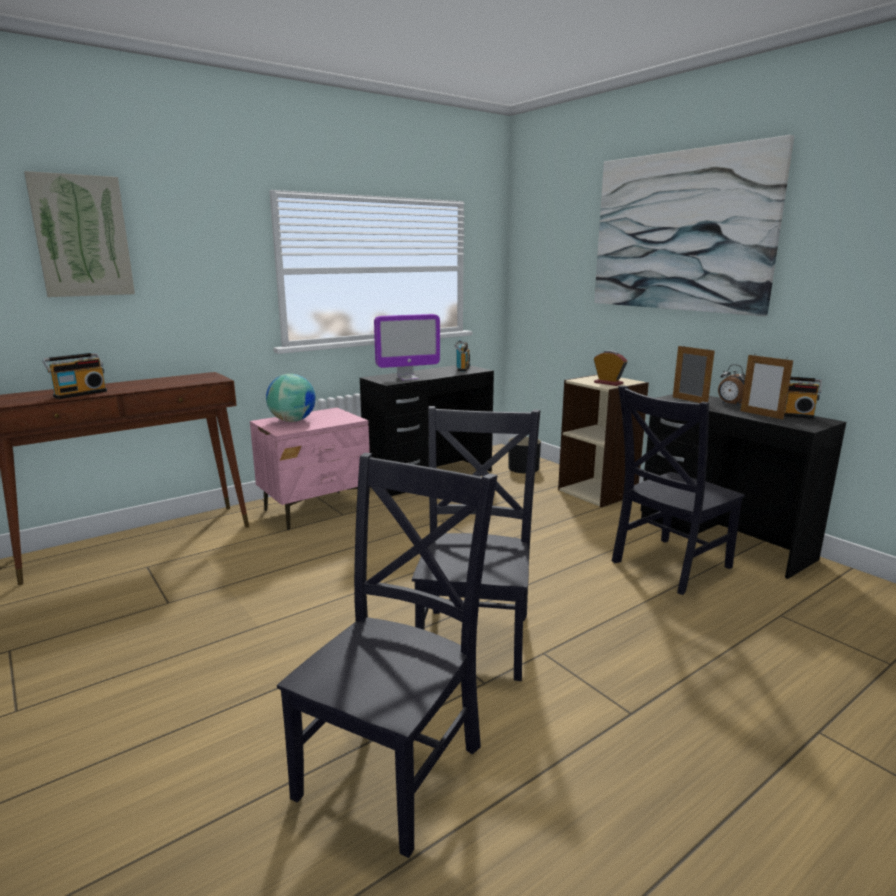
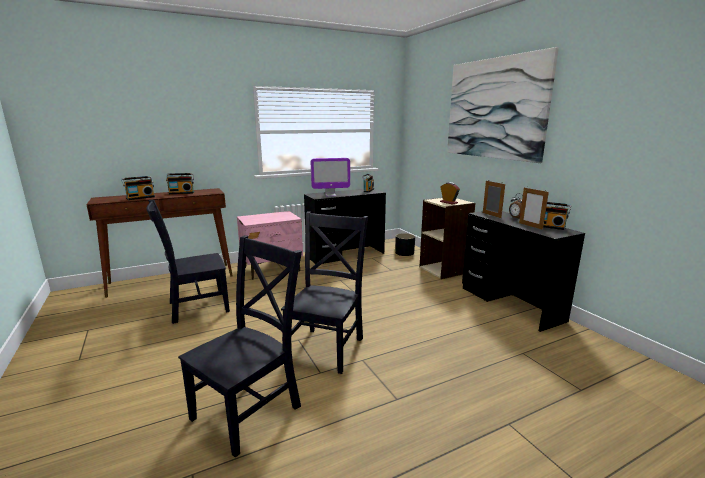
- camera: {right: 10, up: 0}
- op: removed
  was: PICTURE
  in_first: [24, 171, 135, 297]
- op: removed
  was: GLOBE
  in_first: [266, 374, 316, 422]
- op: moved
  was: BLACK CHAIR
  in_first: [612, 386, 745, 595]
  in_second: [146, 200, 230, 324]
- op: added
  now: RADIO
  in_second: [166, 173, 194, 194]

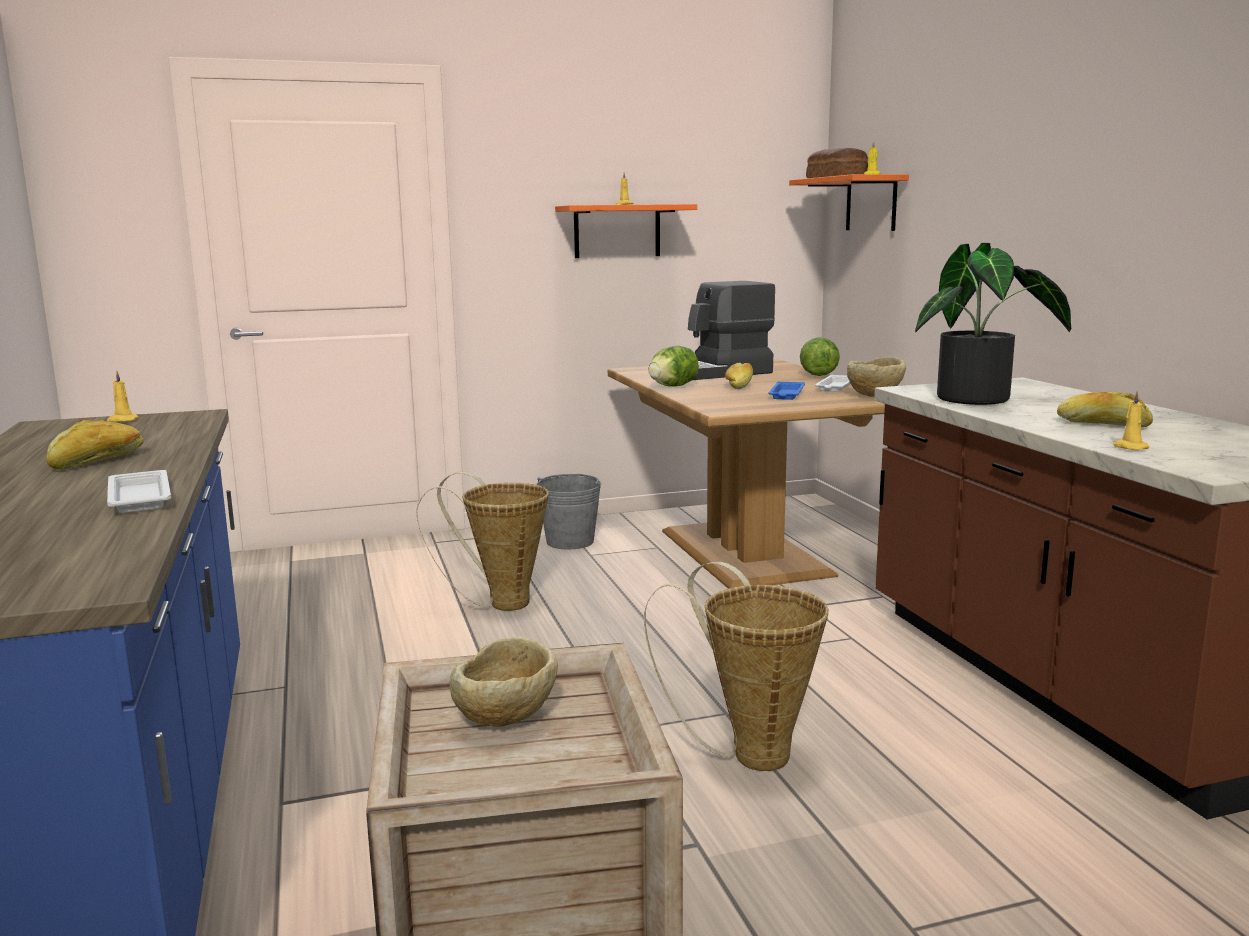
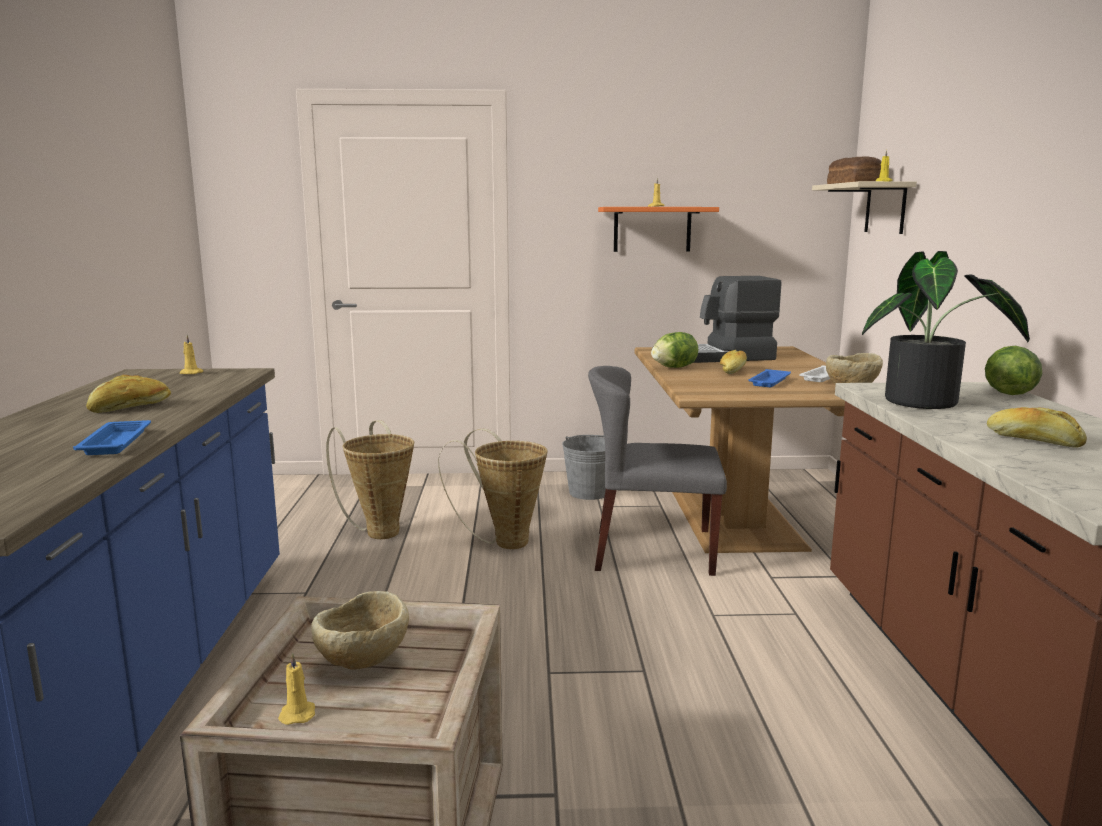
- camera: {right: 15, up: 0}
- op: recoloured
  was: WHITE TRAY
  now: BLUE TRAY
  in_first: [107, 470, 171, 513]
  in_second: [73, 420, 151, 455]
- op: moved
  was: BASKET
  in_first: [644, 562, 828, 771]
  in_second: [326, 420, 414, 539]
- op: recoloured
  was: ORANGE SHELF
  now: BEIGE SHELF
  in_first: [789, 174, 909, 231]
  in_second: [812, 181, 917, 234]
- op: moved
  was: LETTUCE
  in_first: [800, 337, 840, 376]
  in_second: [985, 346, 1042, 395]
- op: moved
  was: YELLOW CANDLE
  in_first: [1113, 391, 1149, 450]
  in_second: [278, 653, 315, 725]
- op: added
  now: GREY CHAIR
  in_second: [588, 366, 727, 576]

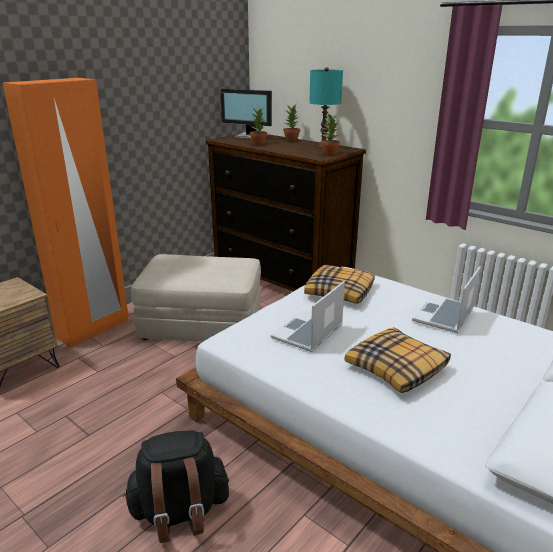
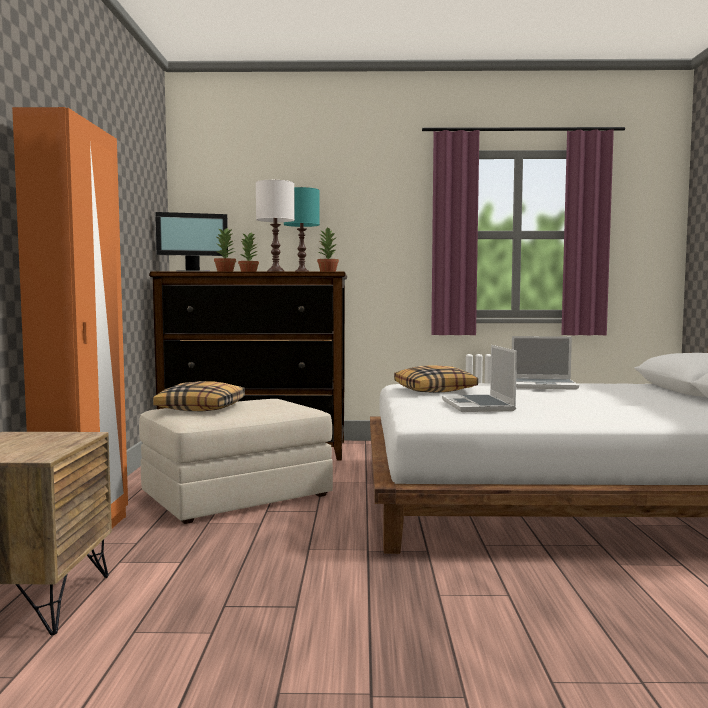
- camera: {right: -40, up: -20}
- op: removed
  was: BLACK BACKPACK
  in_first: [123, 430, 229, 543]
- op: moved
  was: PILLOW
  in_first: [345, 327, 451, 393]
  in_second: [153, 381, 245, 411]
- op: turned
  was: LAPTOP
  in_first: [412, 266, 481, 333]
  in_second: [512, 336, 579, 390]
  clockwise: -75
- op: added
  now: WHITE TABLE LAMP
  in_second: [256, 179, 295, 272]

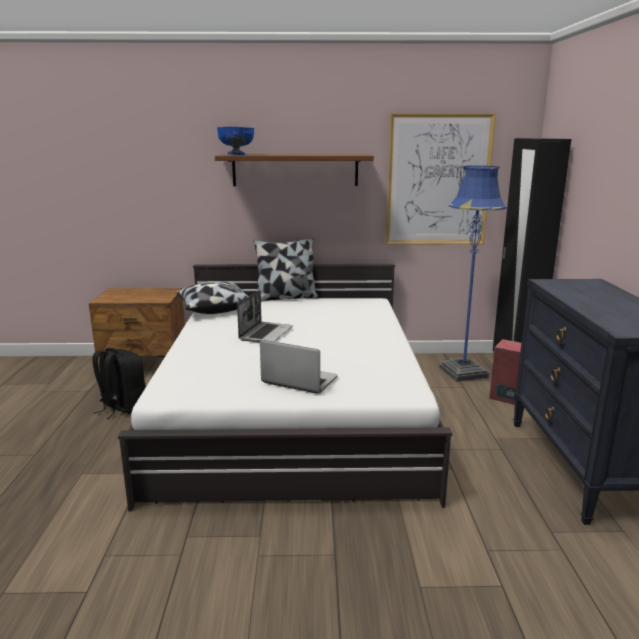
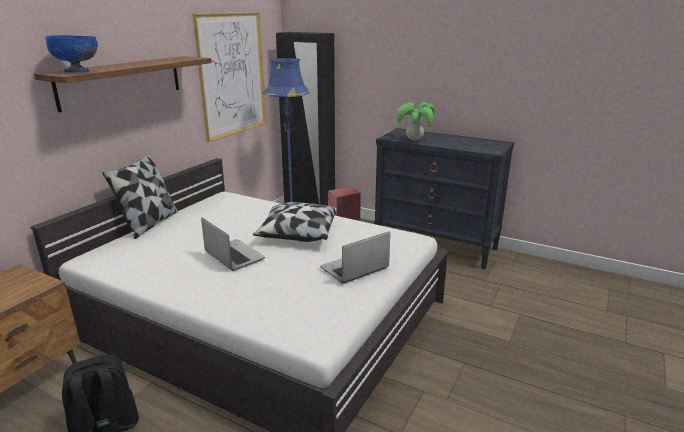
- camera: {right: -60, up: 5}
- op: moved
  was: PILLOW
  in_first: [176, 281, 249, 314]
  in_second: [253, 202, 337, 242]
- op: added
  now: POTTED PLANT
  in_second: [397, 102, 435, 141]

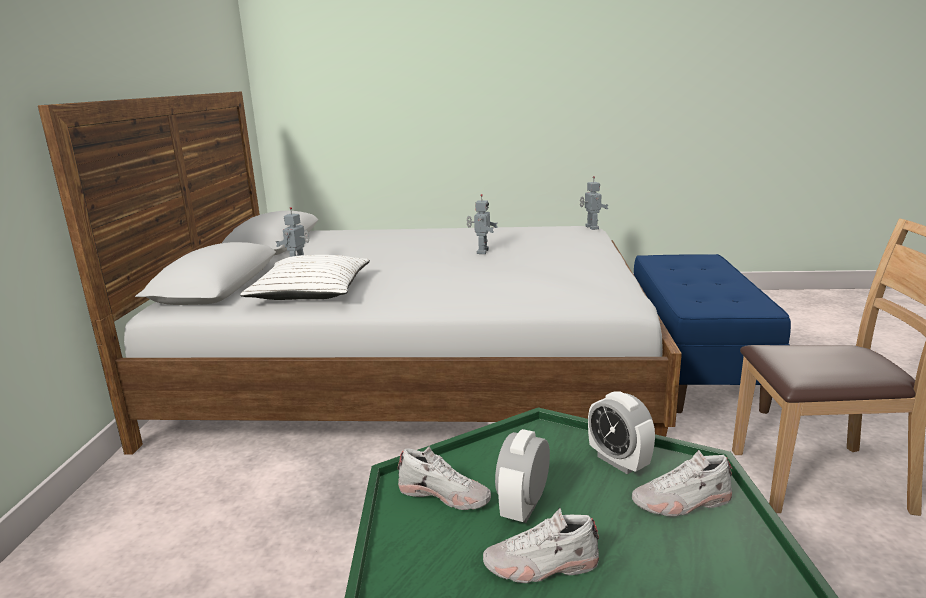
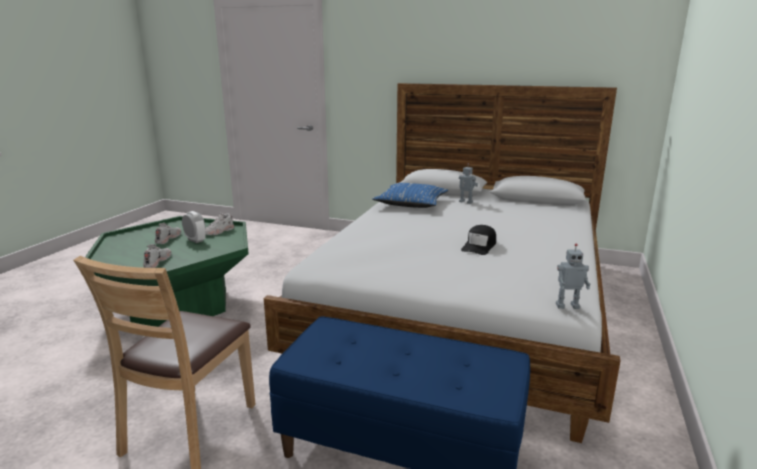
- camera: {right: 105, up: 0}
- op: recoloured
  was: WHITE PILLOW
  now: BLUE PILLOW
  in_first: [240, 255, 370, 300]
  in_second: [373, 183, 448, 208]
- op: replaced
  was: TOY ROBOT
  now: BLACK CAP
  in_first: [467, 194, 498, 254]
  in_second: [461, 225, 496, 255]
- op: removed
  was: ALARM CLOCK
  in_first: [588, 391, 655, 474]

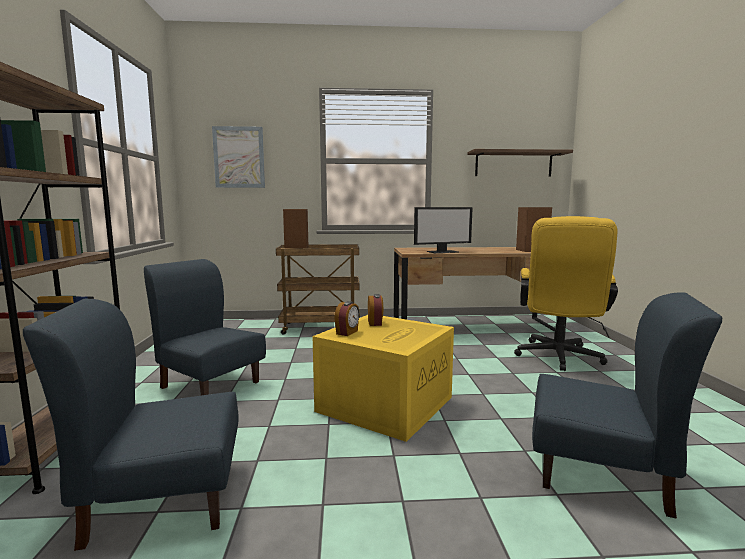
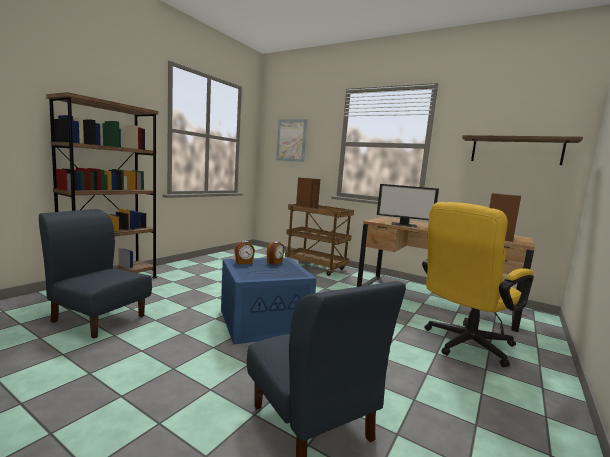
- camera: {right: 35, up: 0}
- op: removed
  was: BLUE CHAIR
  in_first: [144, 259, 266, 396]
- op: recoloured
  was: YELLOW STORAGE BOX
  now: BLUE STORAGE BOX
  in_first: [313, 315, 454, 442]
  in_second: [221, 257, 317, 345]

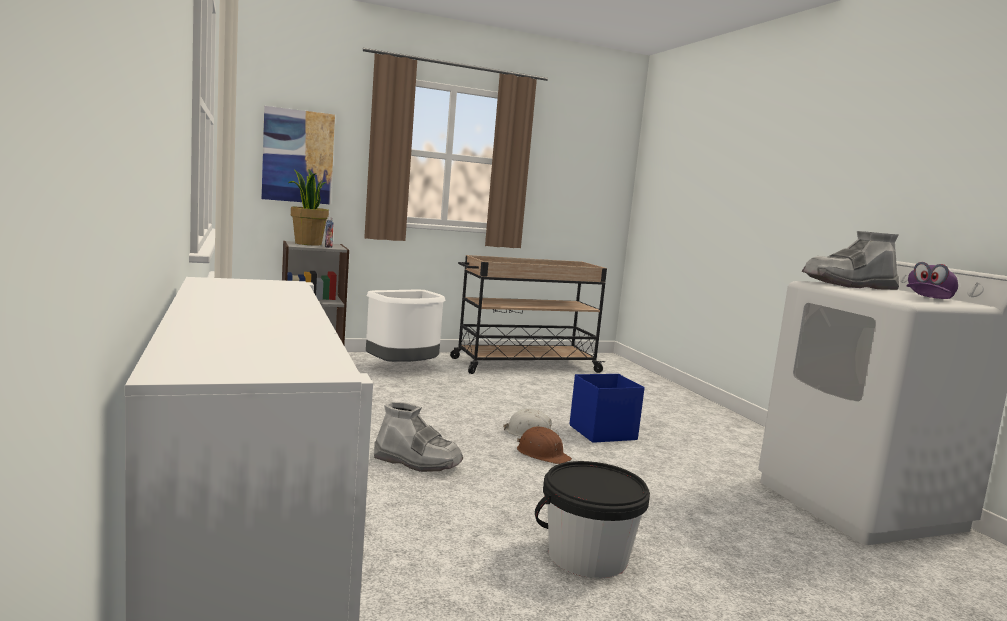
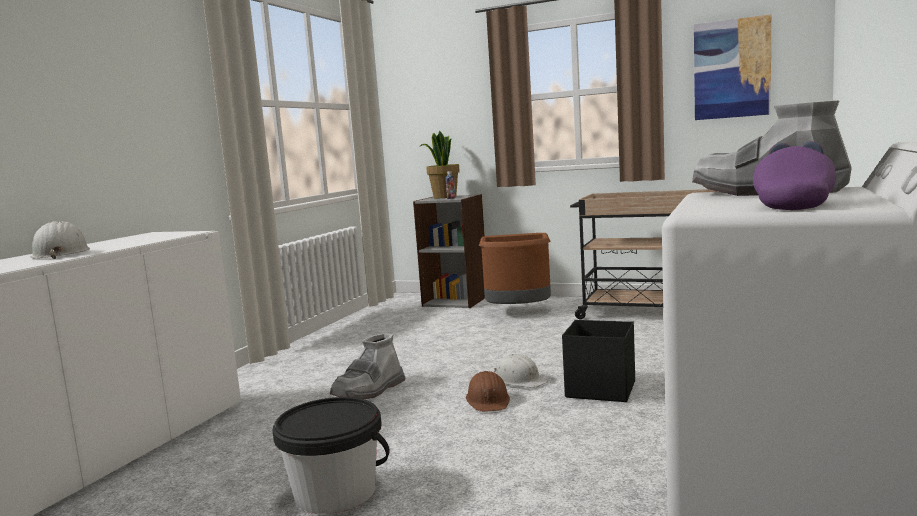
- camera: {right: 45, up: 0}
- op: moved
  was: PICTURE
  in_first: [262, 106, 335, 205]
  in_second: [694, 14, 771, 120]
- op: recoloured
  was: WHITE TRASH CAN
  now: BROWN TRASH CAN
  in_first: [366, 289, 445, 362]
  in_second: [479, 233, 551, 304]
- op: turned
  was: GREY BOOT
  in_first: [374, 402, 463, 472]
  in_second: [330, 333, 405, 399]
  clockwise: 60
- op: recoloured
  was: BLUE STORAGE BOX
  now: BLACK STORAGE BOX
  in_first: [570, 374, 645, 443]
  in_second: [562, 320, 635, 402]
- op: turned
  was: PURPLE CAP
  in_first: [906, 262, 958, 299]
  in_second: [753, 141, 836, 210]
  clockwise: 120
- op: added
  now: WHITE HARD HAT
  in_second: [31, 221, 90, 259]

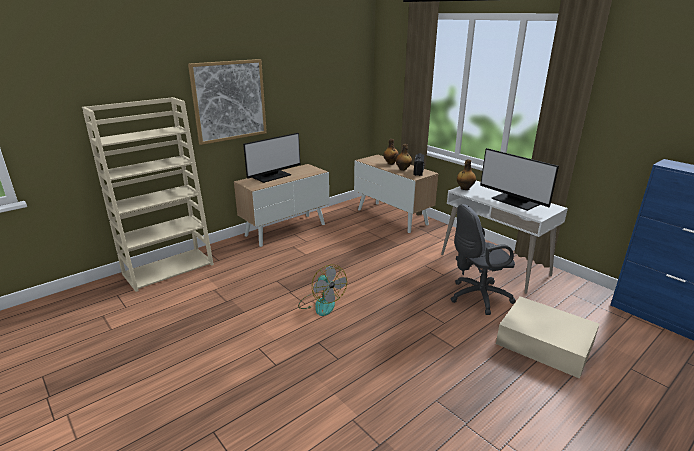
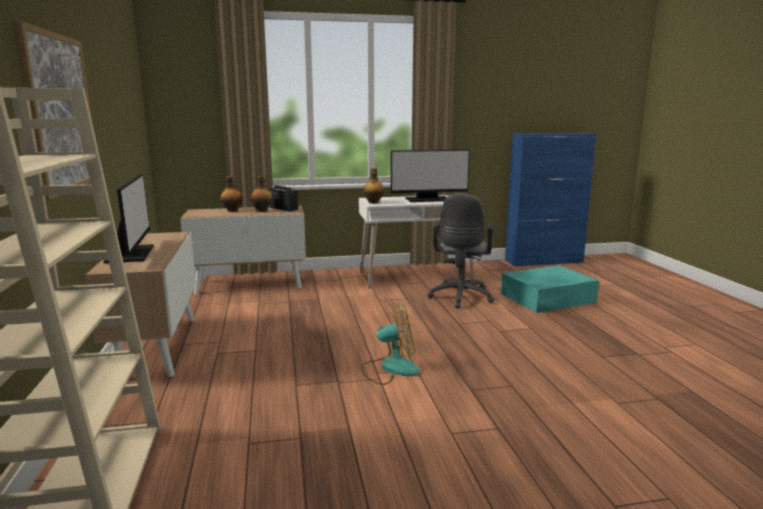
- camera: {right: -60, up: -10}
- op: recoloured
  was: BEIGE STORAGE BOX
  now: TURQUOISE STORAGE BOX
  in_first: [496, 296, 599, 379]
  in_second: [501, 265, 599, 313]

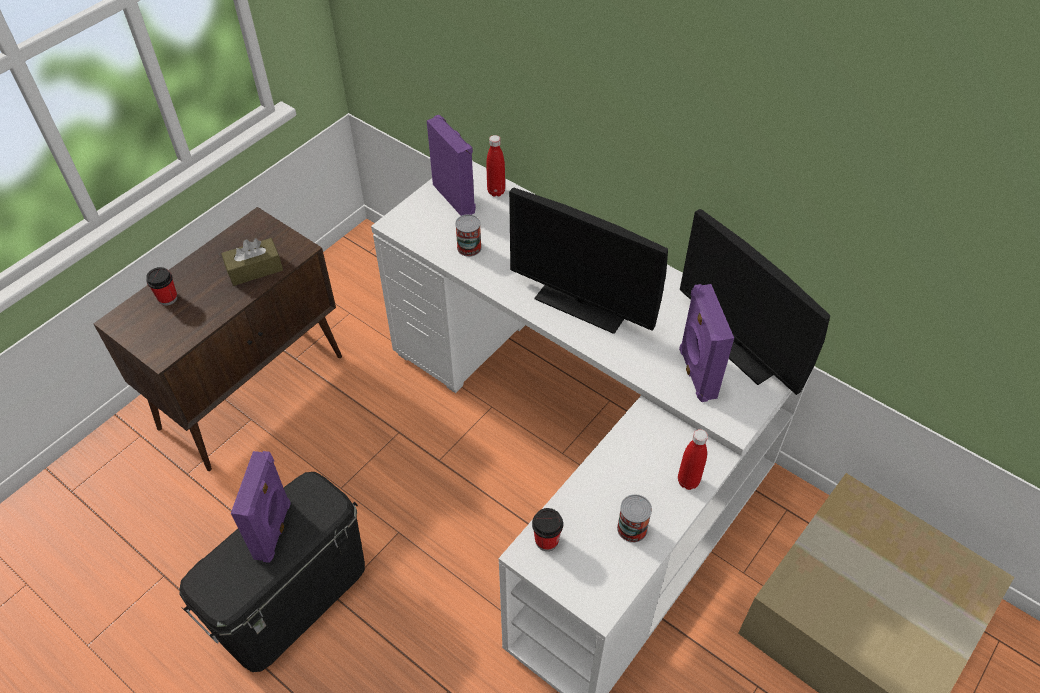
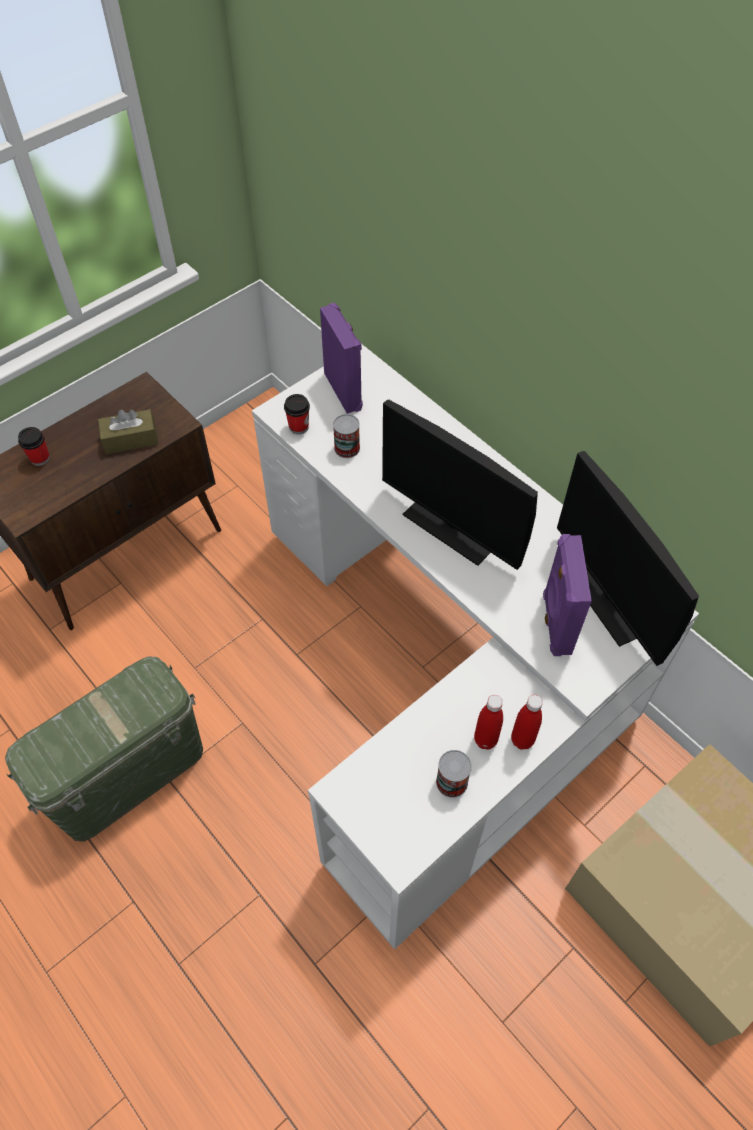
- camera: {right: 10, up: 5}
- op: recoloured
  was: BLACK STORAGE BOX
  now: GREEN STORAGE BOX
  in_first: [179, 472, 365, 672]
  in_second: [5, 656, 203, 842]
- op: removed
  was: PURPLE SPEAKER
  in_first: [231, 451, 291, 563]
- op: moved
  was: RED BOTTLE
  in_first: [486, 135, 505, 197]
  in_second: [474, 695, 503, 750]
- op: moved
  was: CUP
  in_first: [532, 508, 563, 551]
  in_second: [284, 394, 310, 434]

